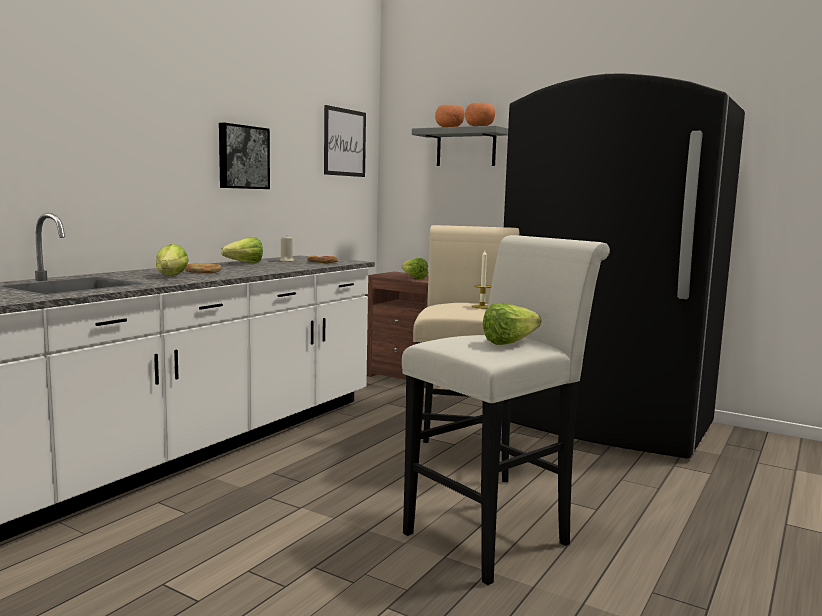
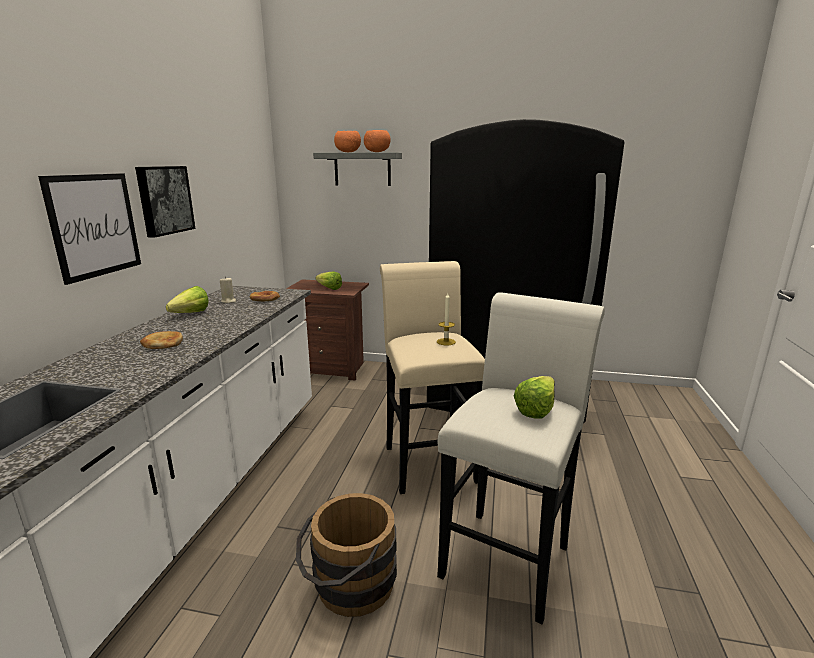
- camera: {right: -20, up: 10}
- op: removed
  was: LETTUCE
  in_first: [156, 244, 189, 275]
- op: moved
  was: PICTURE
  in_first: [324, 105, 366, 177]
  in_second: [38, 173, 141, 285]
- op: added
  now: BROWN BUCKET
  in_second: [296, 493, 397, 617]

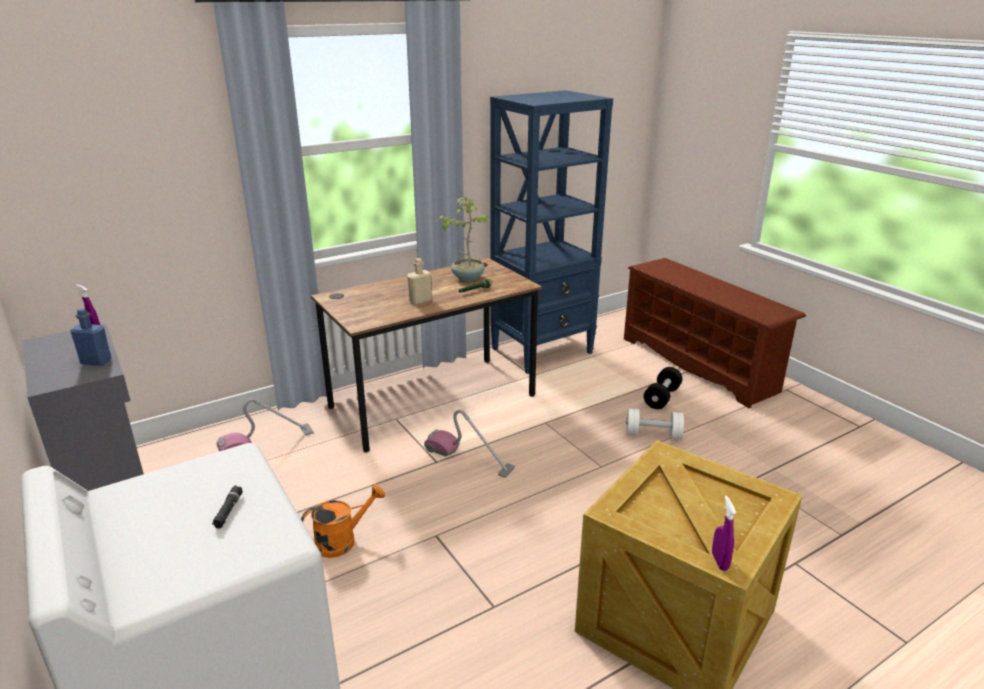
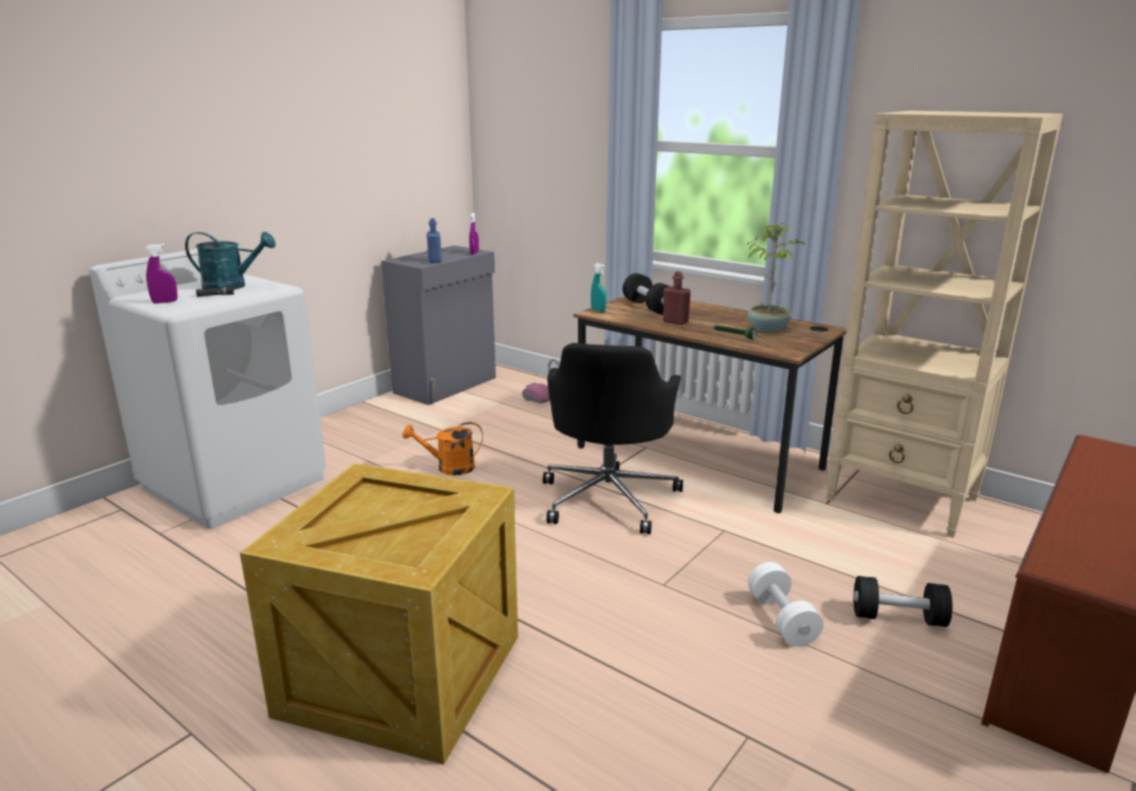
- camera: {right: 70, up: -5}
- op: turned
  was: ORANGE WATERING CAN
  in_first: [301, 484, 385, 558]
  in_second: [402, 422, 483, 475]
  clockwise: 135
- op: recoloured
  was: BEIGE BOTTLE
  now: RED BOTTLE
  in_first: [407, 258, 431, 305]
  in_second: [663, 271, 691, 325]
- op: replaced
  was: VACUUM CLEANER
  now: BLACK OFFICE CHAIR
  in_first: [424, 410, 515, 478]
  in_second: [543, 343, 683, 534]
- op: recoloured
  was: BLUE BOOKCASE
  now: BEIGE BOOKCASE
  in_first: [490, 90, 613, 374]
  in_second: [826, 111, 1063, 538]
- op: moved
  was: PURPLE SPRAY BOTTLE
  in_first: [712, 496, 736, 571]
  in_second: [146, 244, 177, 304]
- op: added
  now: TURQUOISE WATERING CAN
  in_second: [185, 232, 276, 290]
- op: added
  now: TURQUOISE SPRAY BOTTLE
  in_second: [591, 263, 607, 312]
- op: added
  now: BLACK DUMBBELL
  in_second: [623, 273, 668, 315]

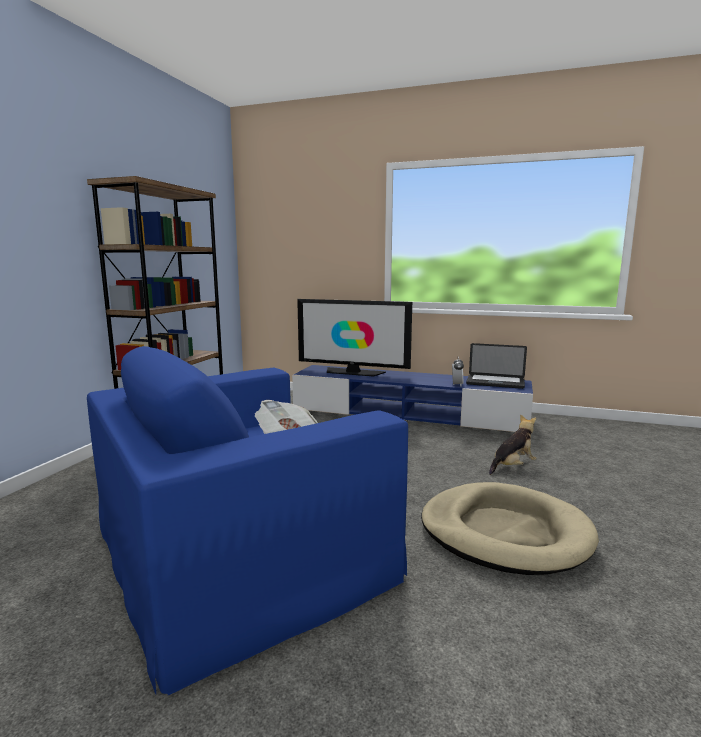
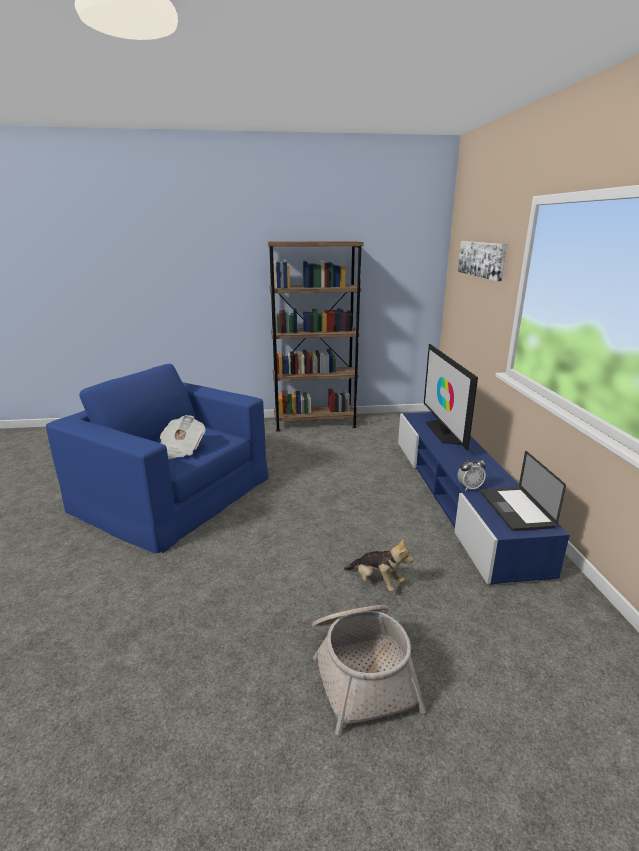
- camera: {right: 65, up: 10}
- op: removed
  was: BEIGE DOG BED
  in_first: [421, 482, 599, 575]
- op: added
  now: BASKET
  in_second: [312, 605, 426, 736]
- op: added
  now: PICTURE
  in_second: [458, 241, 507, 281]

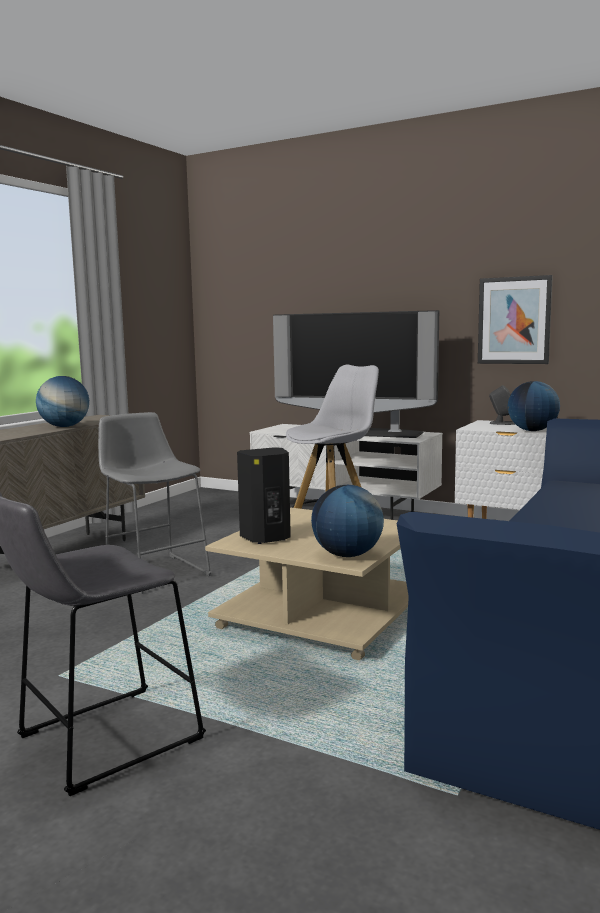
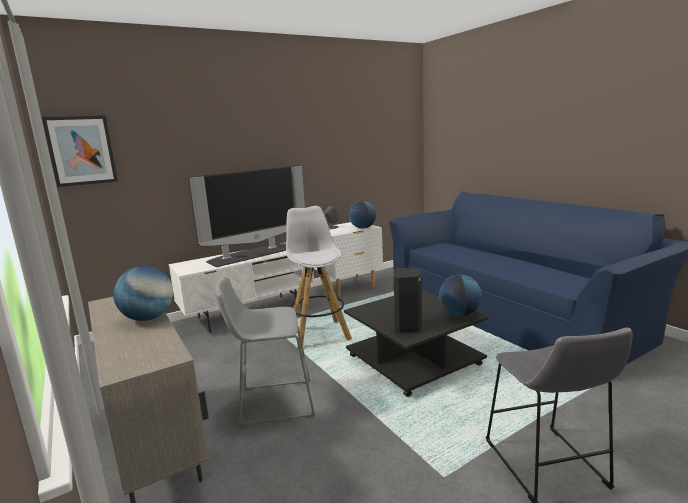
- camera: {right: -60, up: 5}
- op: recoloured
  was: BEIGE COFFEE TABLE
  now: BLACK COFFEE TABLE
  in_first: [205, 508, 409, 660]
  in_second: [344, 290, 489, 397]
- op: moved
  was: PICTURE
  in_first: [478, 275, 553, 364]
  in_second: [42, 115, 118, 187]

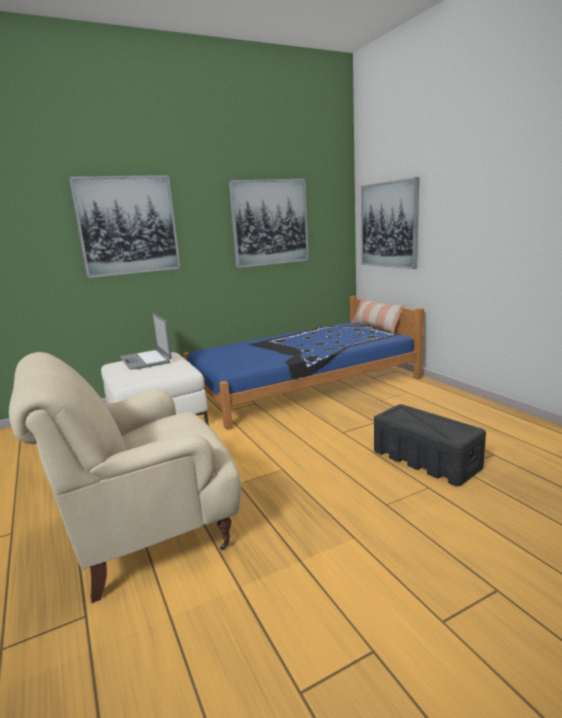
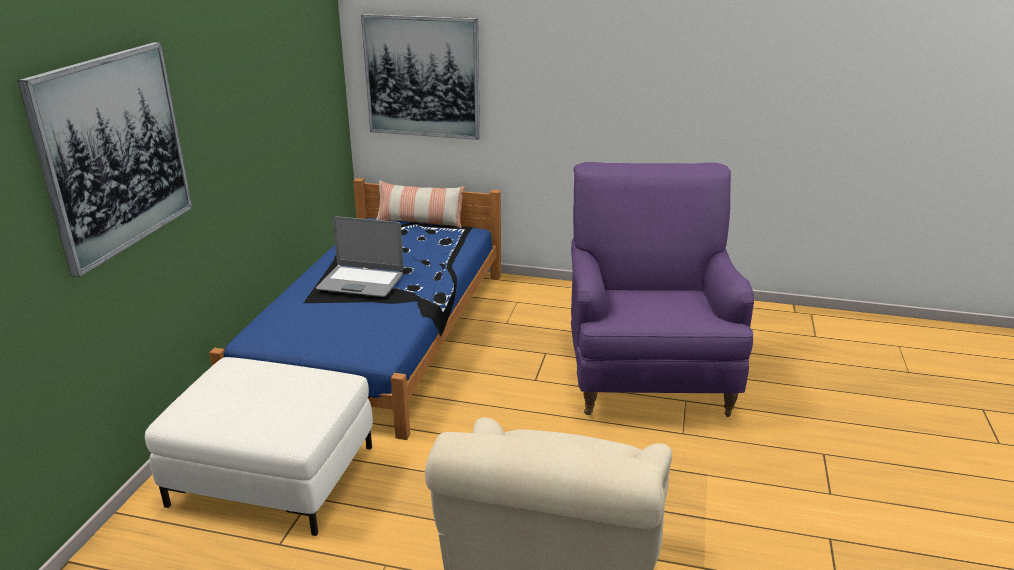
- camera: {right: -50, up: 10}
- op: moved
  was: LAPTOP
  in_first: [120, 313, 172, 369]
  in_second: [316, 216, 404, 297]
- op: removed
  was: PICTURE
  in_first: [229, 179, 309, 268]
- op: replaced
  was: BLACK STORAGE BOX
  now: PURPLE ARMCHAIR
  in_first: [374, 404, 486, 486]
  in_second: [571, 162, 754, 417]

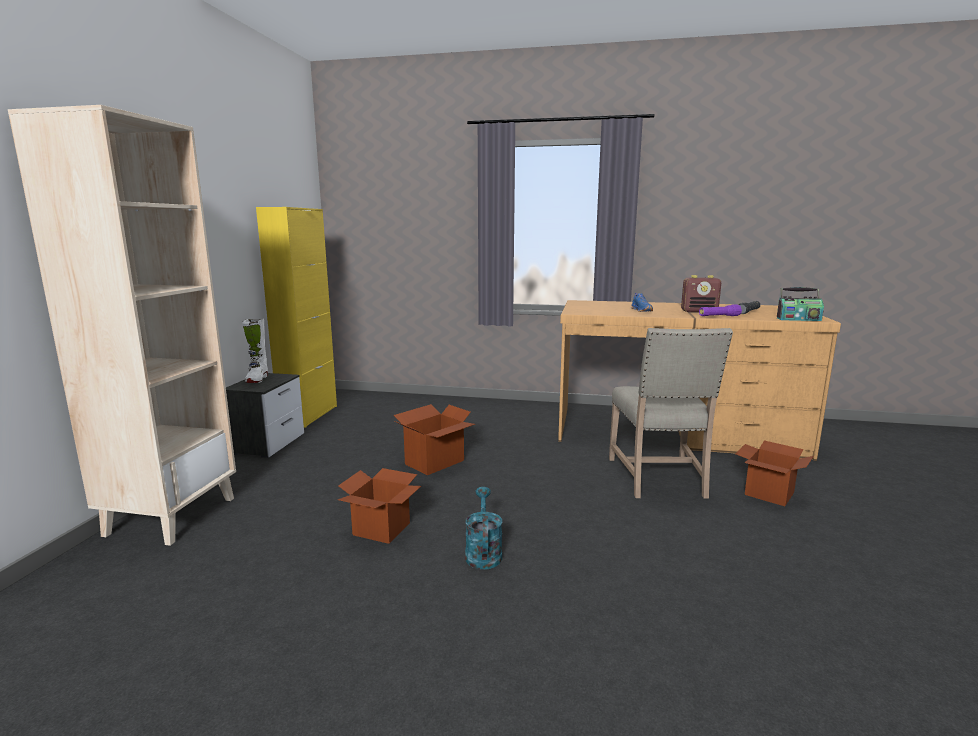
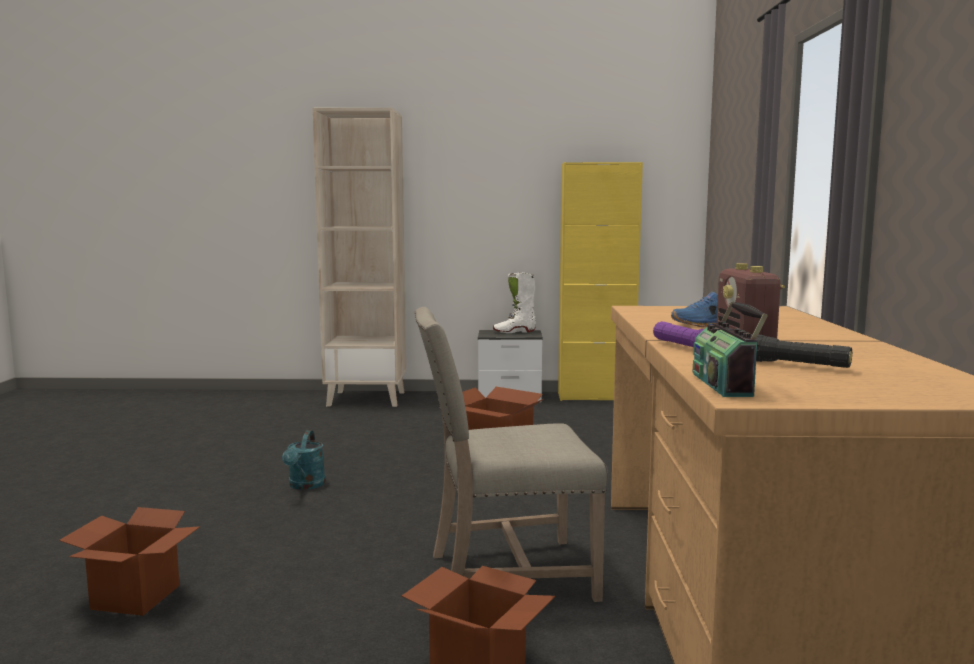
- camera: {right: 80, up: -5}
- op: moved
  was: CARDBOARD BOX
  in_first: [338, 468, 421, 544]
  in_second: [59, 507, 200, 616]
- op: turned
  was: TURQUOISE WATERING CAN
  in_first: [465, 487, 503, 570]
  in_second: [282, 430, 326, 490]
  clockwise: 105

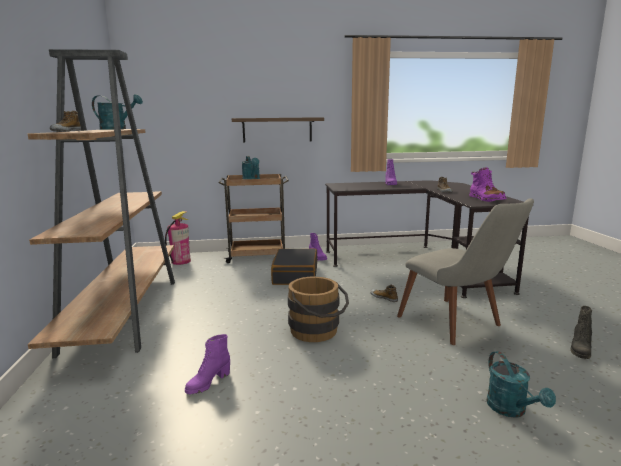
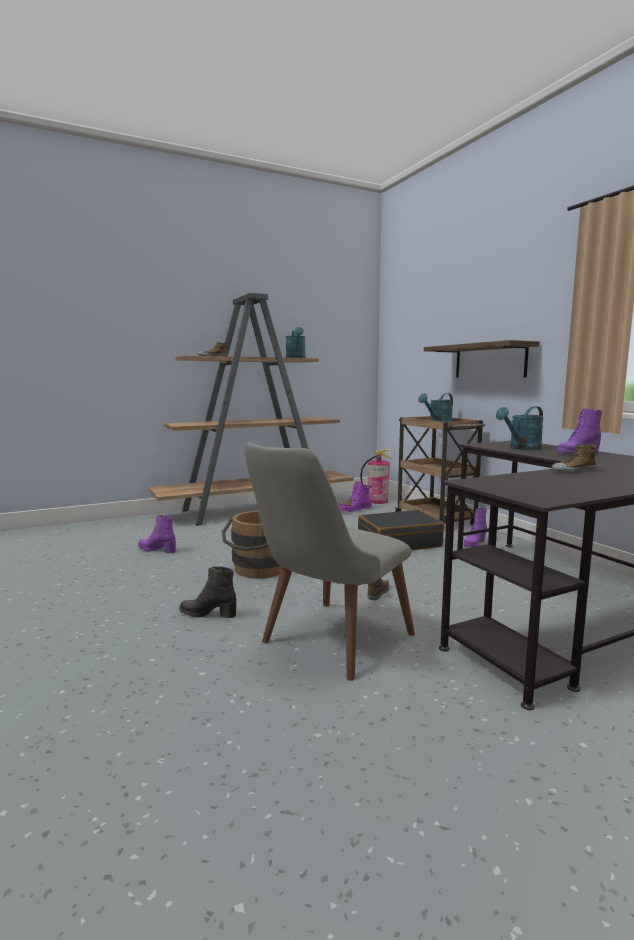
- camera: {right: 70, up: -5}
- op: moved
  was: PURPLE BOOT
  in_first: [469, 167, 506, 202]
  in_second: [338, 482, 372, 512]
- op: moved
  was: TURQUOISE WATERING CAN
  in_first: [486, 351, 556, 418]
  in_second: [496, 406, 543, 450]
- op: moved
  was: BLACK BOOT
  in_first: [570, 306, 592, 359]
  in_second: [179, 566, 236, 618]

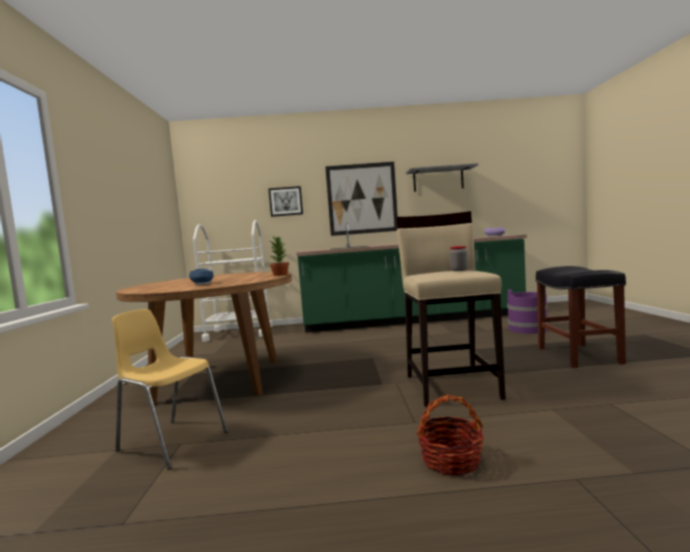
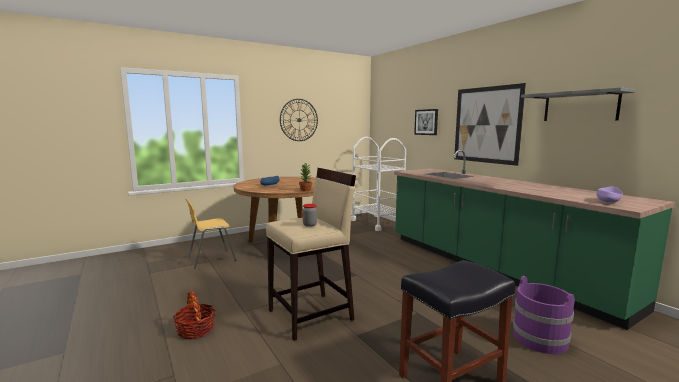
- camera: {right: 60, up: 5}
- op: turned
  was: YELLOW CHAIR
  in_first: [112, 309, 228, 470]
  in_second: [185, 198, 236, 268]
  clockwise: -120
- op: added
  now: WALL CLOCK
  in_second: [280, 99, 318, 141]

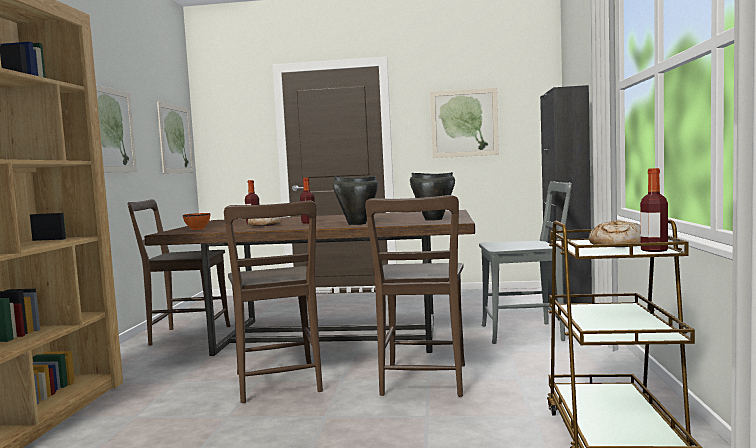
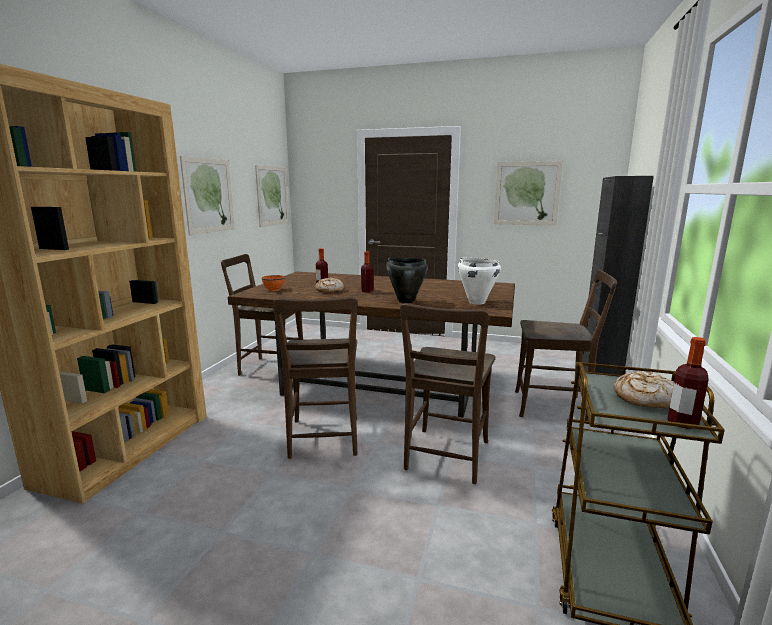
- camera: {right: 10, up: 10}
- op: recoloured
  was: BLACK COOKING POT
  now: WHITE COOKING POT
  in_first: [410, 172, 455, 221]
  in_second: [458, 257, 501, 305]
- op: recoloured
  was: GREY CHAIR
  now: BROWN CHAIR
  in_first: [479, 181, 572, 344]
  in_second: [515, 270, 617, 421]

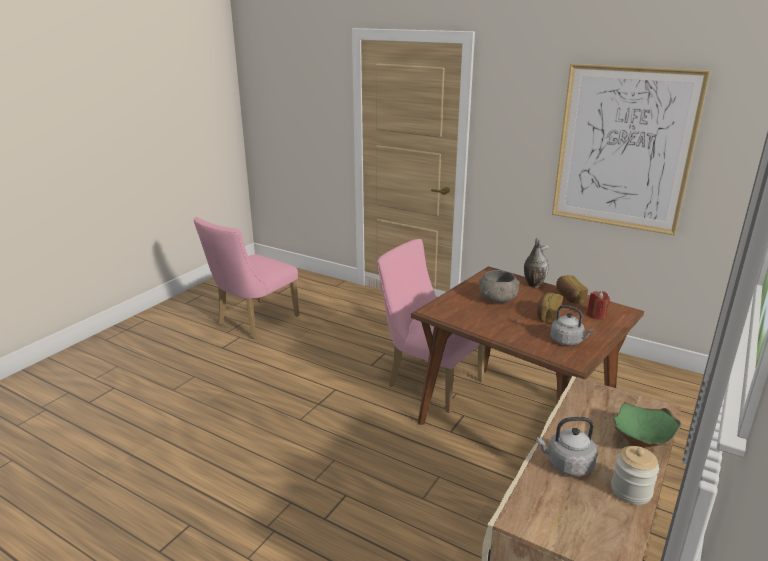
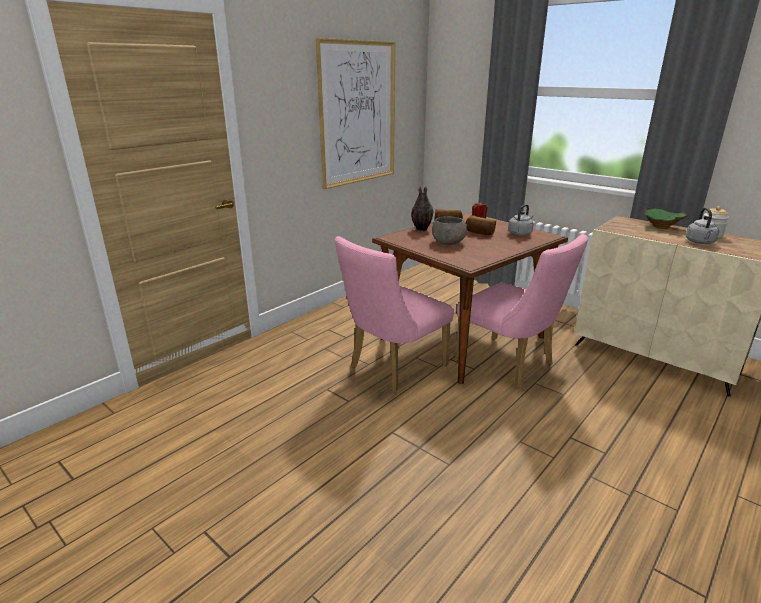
- camera: {right: -80, up: 0}
- op: moved
  was: PINK CHAIR
  in_first: [194, 217, 299, 339]
  in_second: [455, 234, 588, 388]

